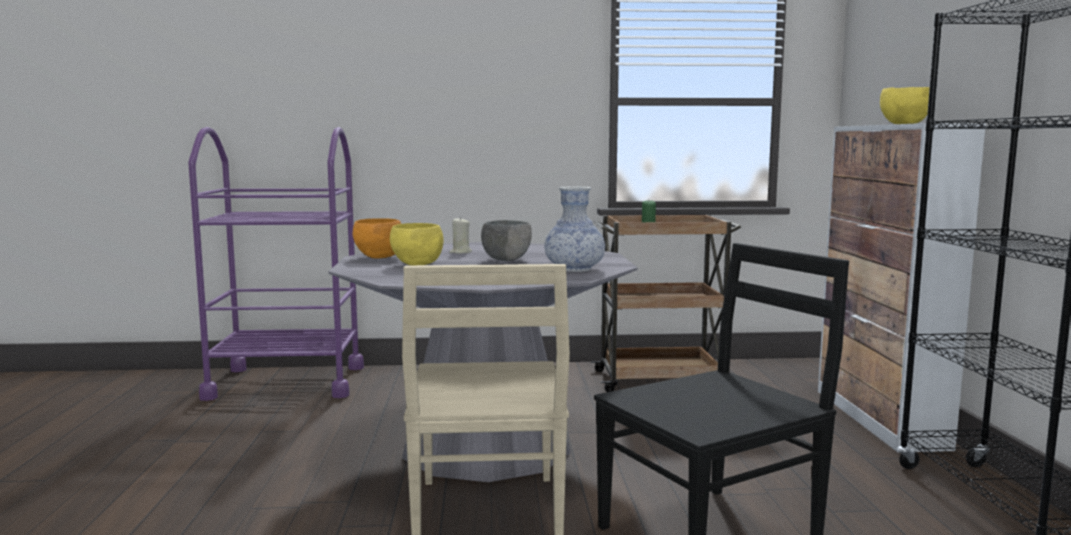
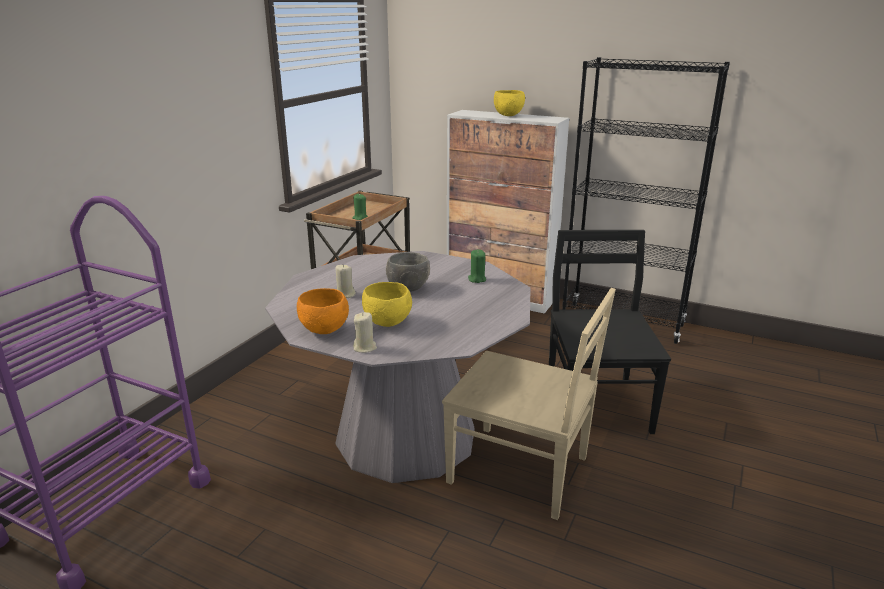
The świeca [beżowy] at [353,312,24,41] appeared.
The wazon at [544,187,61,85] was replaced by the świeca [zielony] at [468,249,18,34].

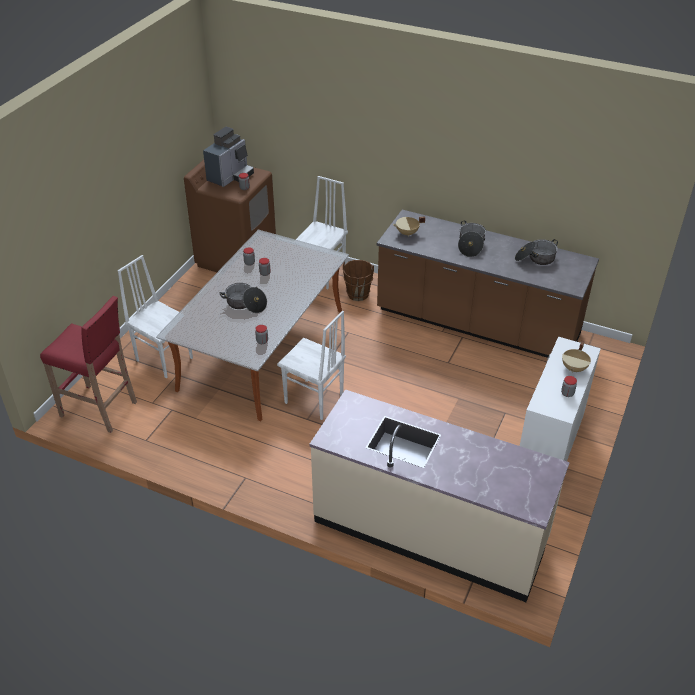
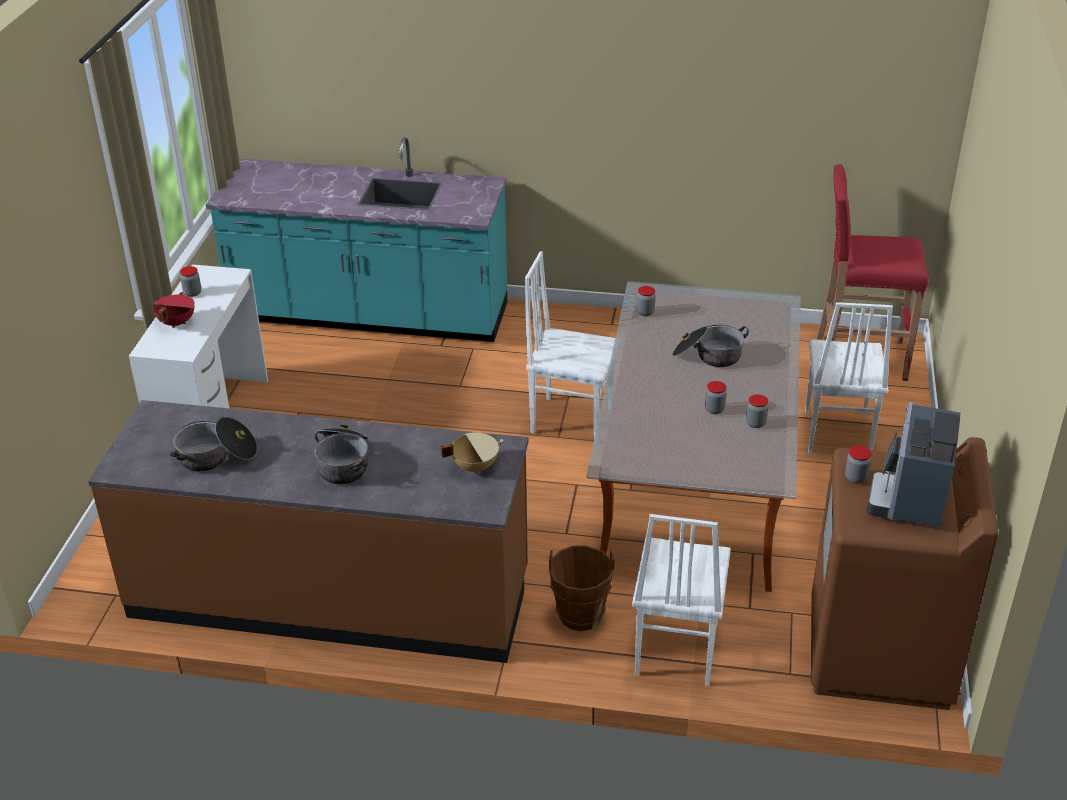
The zabudowa kuchenna [beżowy] at [309,389,261,213] became the zabudowa kuchenna [turkusowy] at [206,137,301,205].
The garnek [beżowy] at [562,341,29,32] became the garnek [czerwony] at [153,292,42,36].
The krzesło [biały] at [118,255,75,123] turned 75 degrees clockwise.

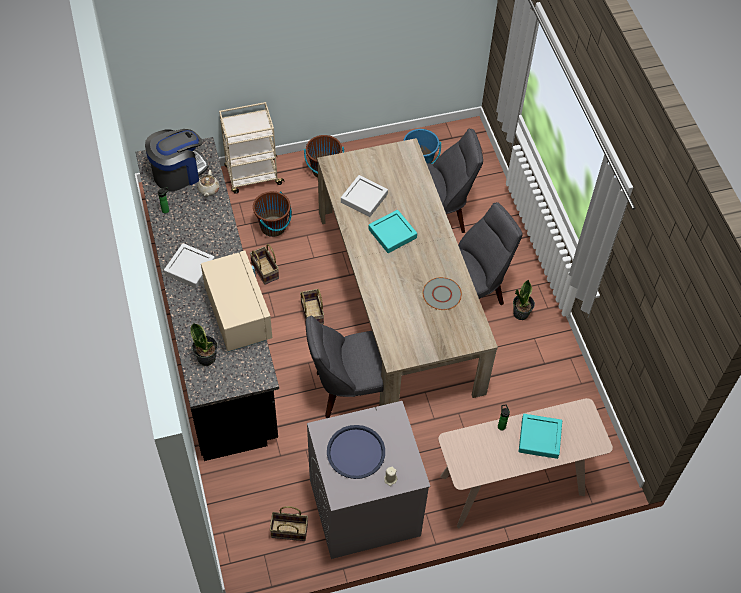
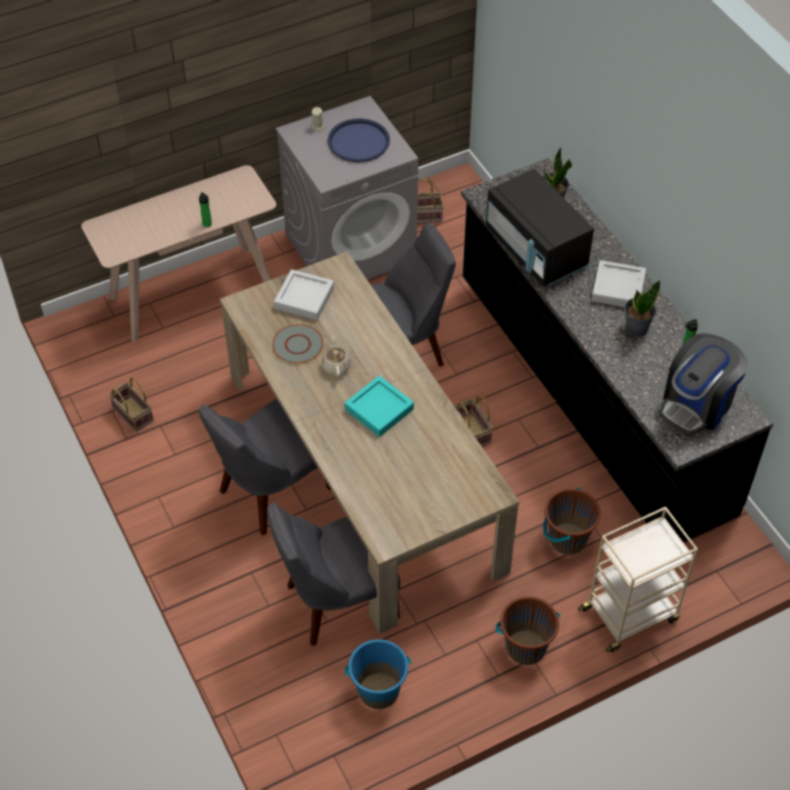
The taca [turkusowy] at [519,414,43,45] disappeared.
The imbryk [beżowy] moved from [197,170,22,27] to [321,336,30,41].
The koszyk moved from [250,244,29,41] to [109,377,45,55].
The taca [szary] moved from [341,175,47,42] to [274,269,60,51].
The roślina doniczkowa moved from [513,280,22,40] to [625,280,35,56].
The mikrofalówka [beżowy] at [201,250,71,102] became the mikrofalówka [czarny] at [486,169,108,118].

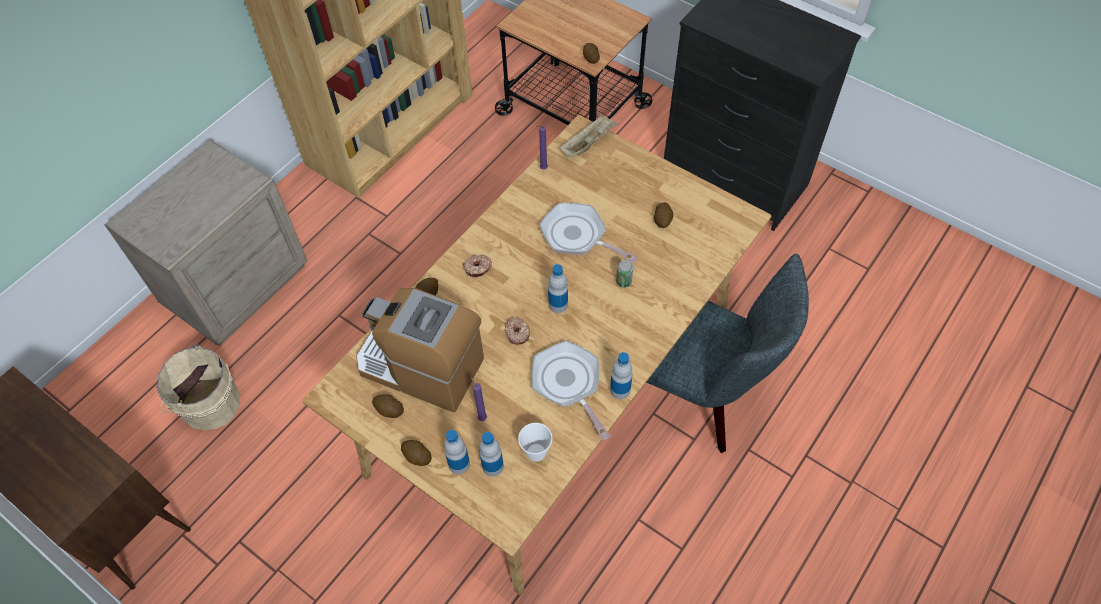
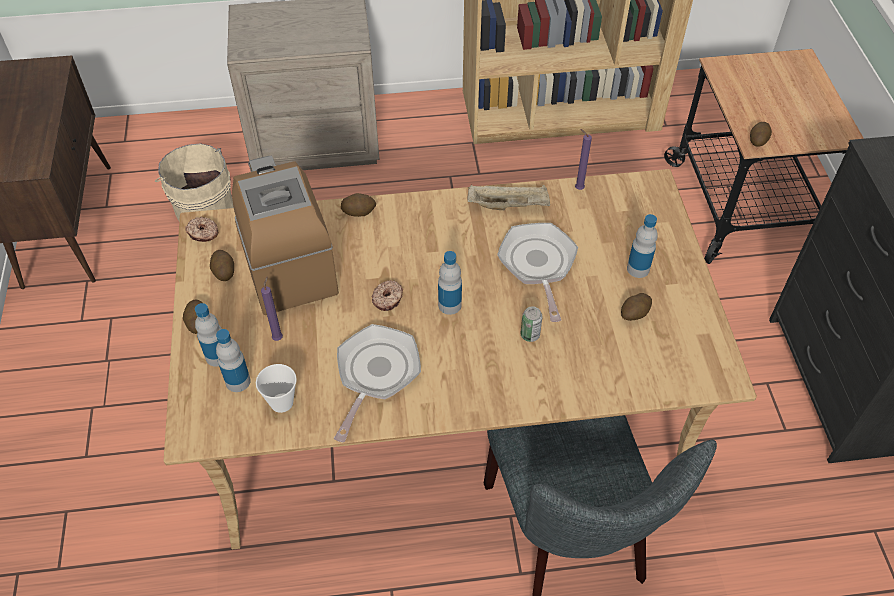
The donut moved from [463,254,29,23] to [185,217,33,25].
The taca [beżowy] moved from [560,114,58,44] to [467,185,83,25].
The butelka moved from [610,352,22,47] to [627,214,31,64].

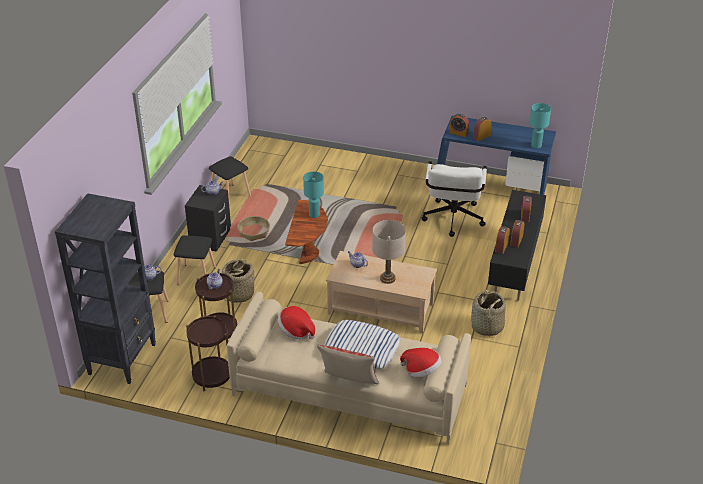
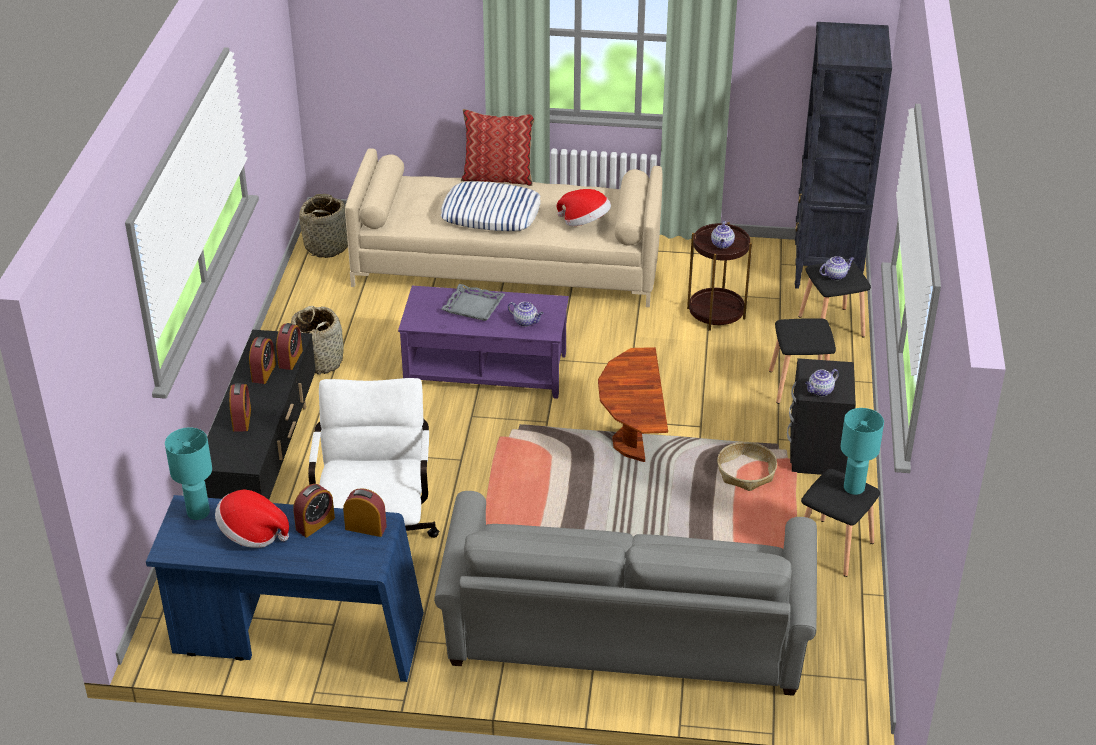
The stolik [brązowy] at [186,315,44,76] disappeared.
The kanapa [szary] at [434,491,383,205] appeared.
The koszyk moved from [222,259,32,44] to [299,194,49,64].
The lampa stołowa [turkusowy] moved from [303,171,21,47] to [841,408,43,87].
The kapelusz moved from [400,348,41,29] to [215,489,74,59].
The lampa stołowa [beżowy] at [372,220,34,64] was replaced by the taca [szary] at [441,284,64,37].
The ława [beżowy] at [326,251,111,83] became the ława [fioletowy] at [398,286,171,113].

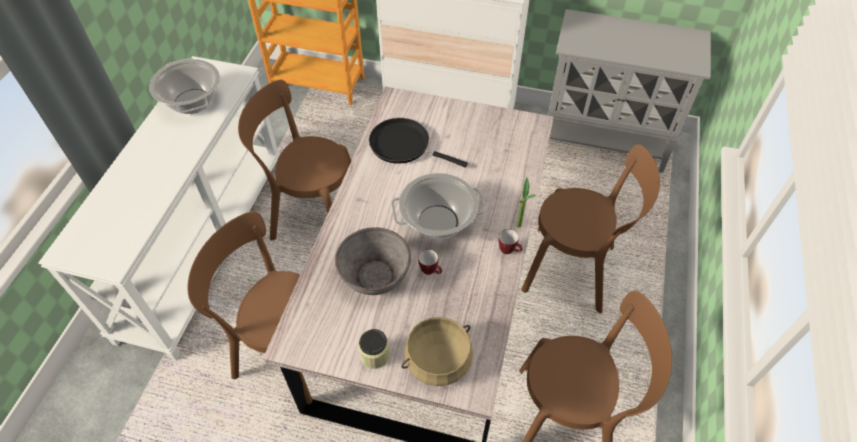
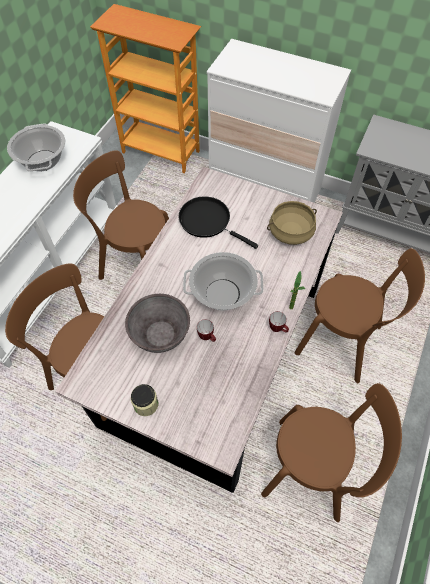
The garnek [beżowy] moved from [401,317,72,69] to [267,201,50,44].

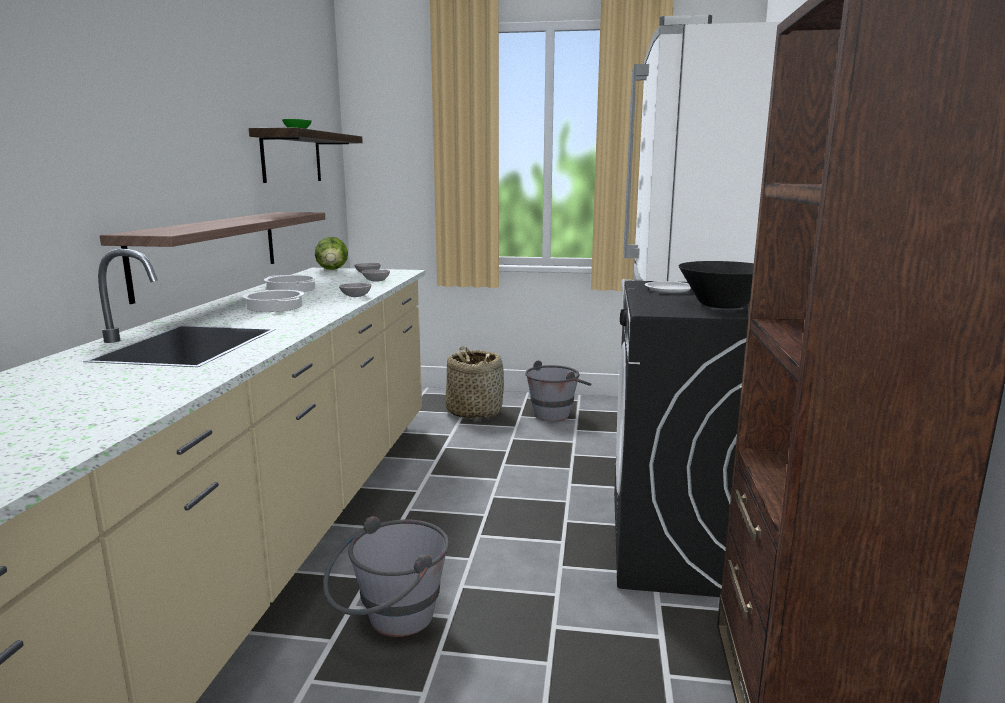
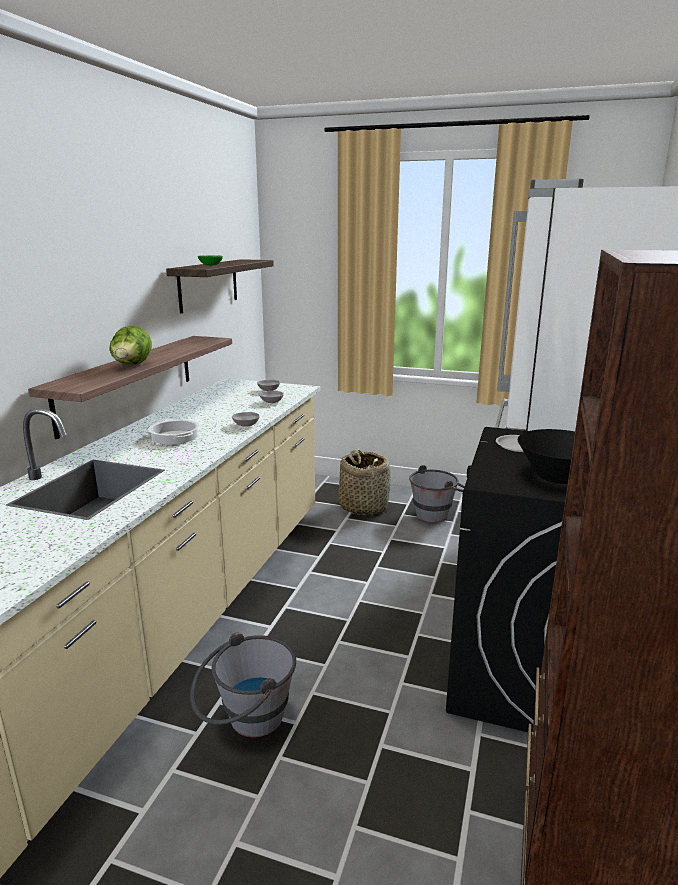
The garnek at [264,275,53,17] disappeared.
The sałata moved from [315,237,33,33] to [109,326,43,39].

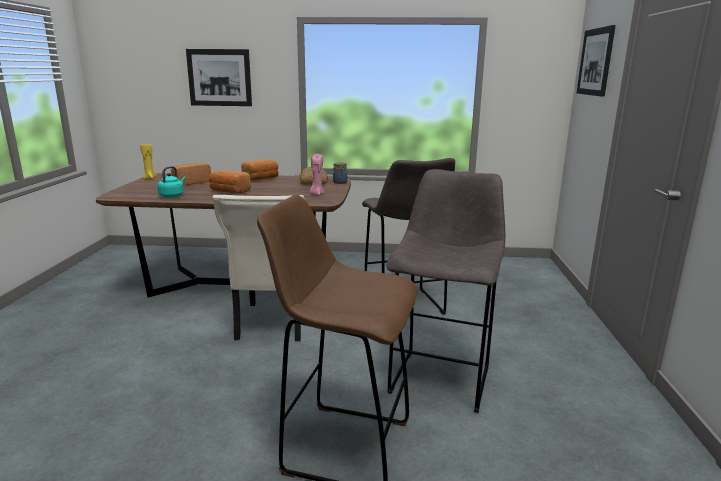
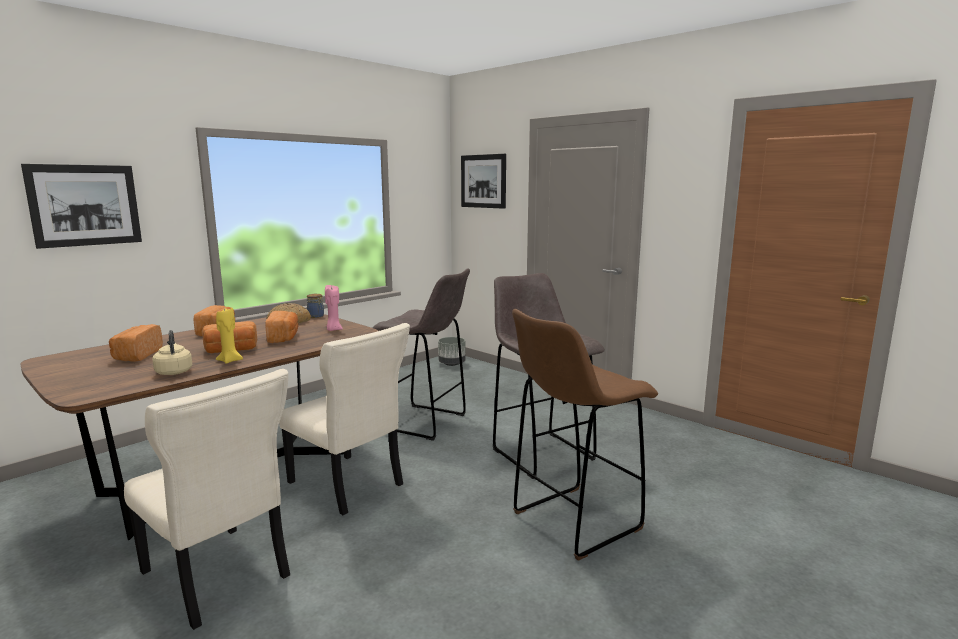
The krzesło [beżowy] at [124,369,166,261] appeared.
The chleb at [266,311,32,32] appeared.
The donica [szary] at [438,337,28,29] appeared.
The świeca [żółty] moved from [140,143,17,36] to [216,308,27,56].
The czajnik [turkusowy] at [157,166,29,32] became the czajnik [beżowy] at [152,330,40,45].

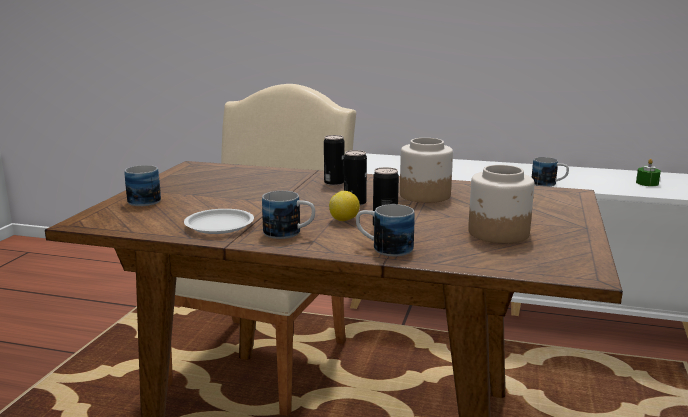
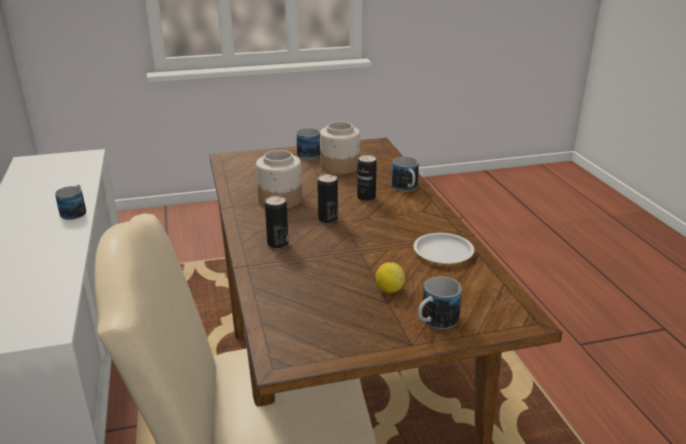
The świeca [zielony] at [636,159,25,27] disappeared.
The kubek moved from [262,191,53,48] to [297,127,23,32].
The cytryna moved from [329,191,31,30] to [376,262,29,31].

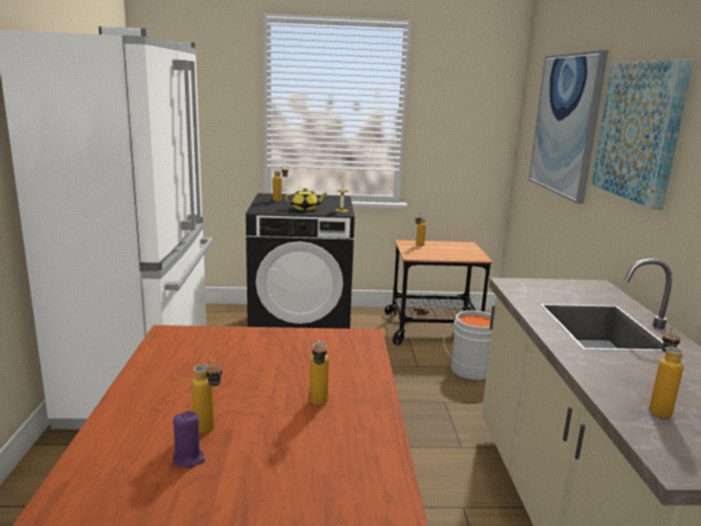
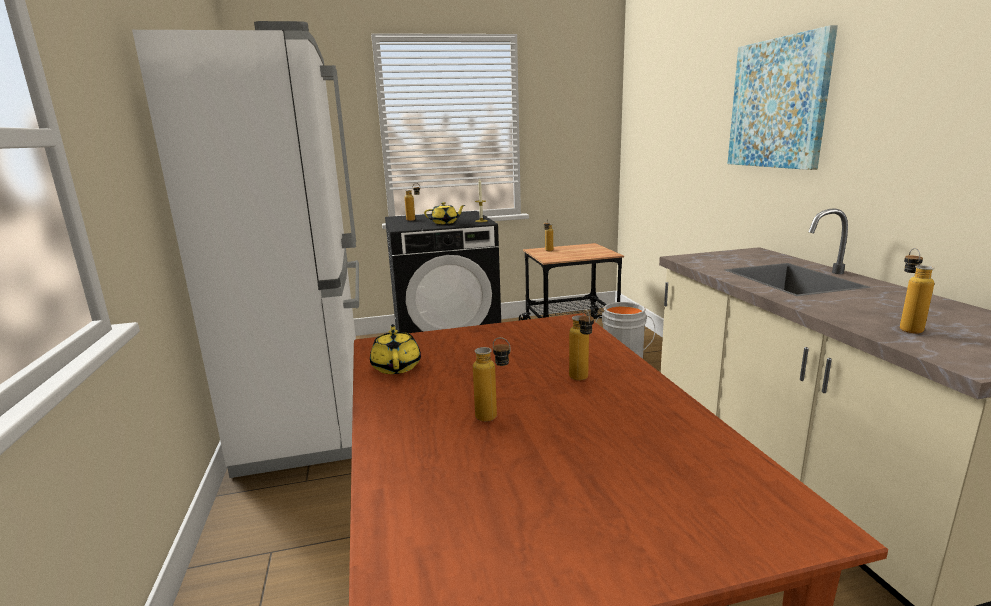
The świeca [fioletowy] at [173,411,32,58] disappeared.
The obraz at [529,50,79,154] disappeared.
The imbryk [żółty] at [370,324,51,50] appeared.

